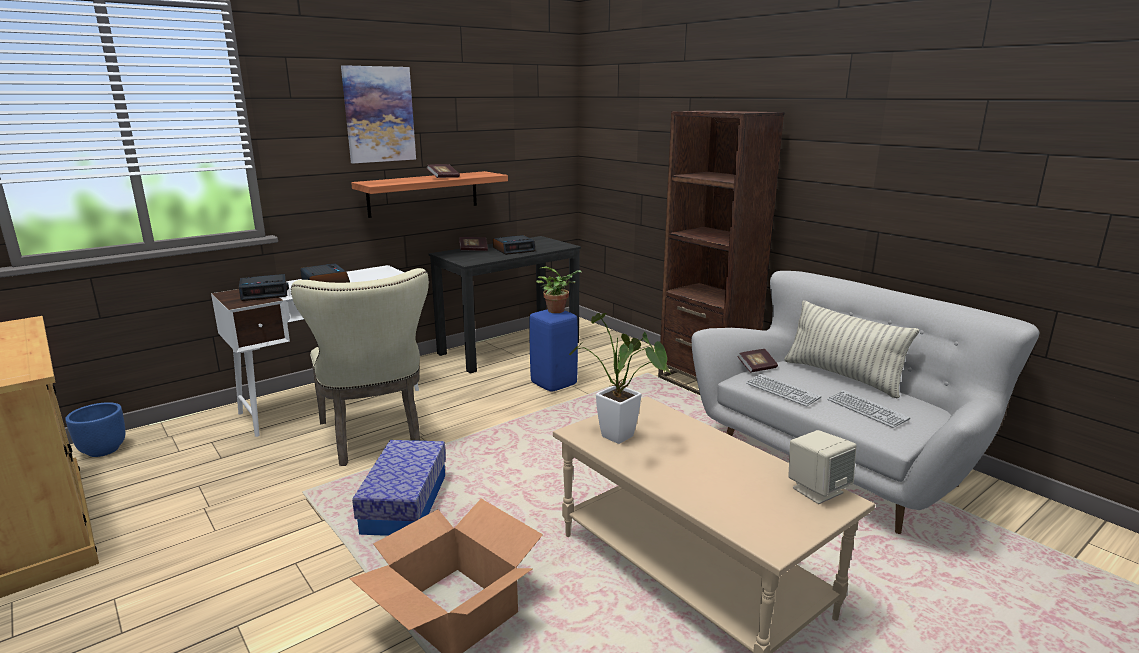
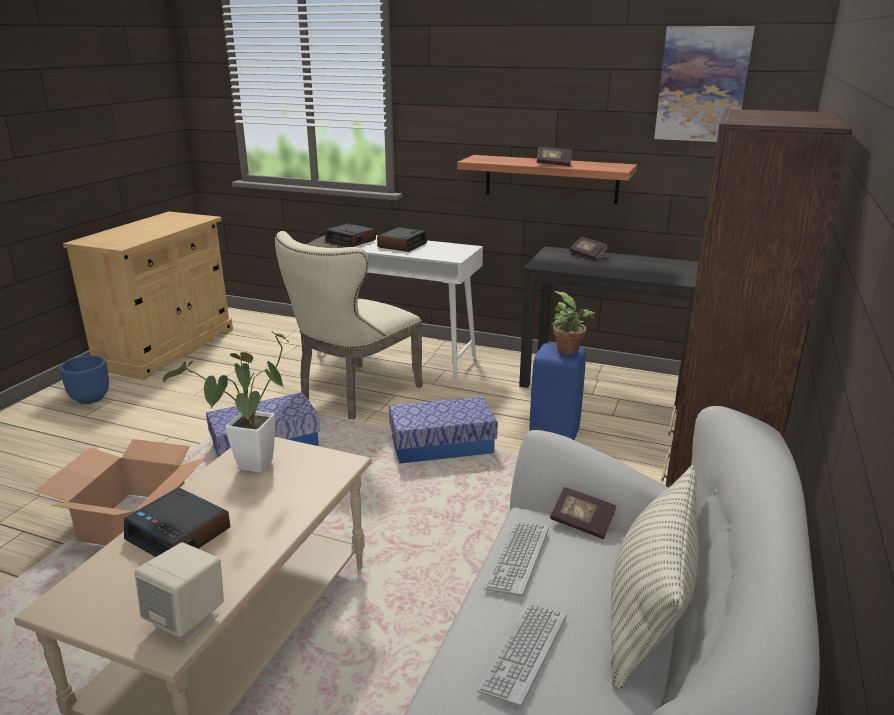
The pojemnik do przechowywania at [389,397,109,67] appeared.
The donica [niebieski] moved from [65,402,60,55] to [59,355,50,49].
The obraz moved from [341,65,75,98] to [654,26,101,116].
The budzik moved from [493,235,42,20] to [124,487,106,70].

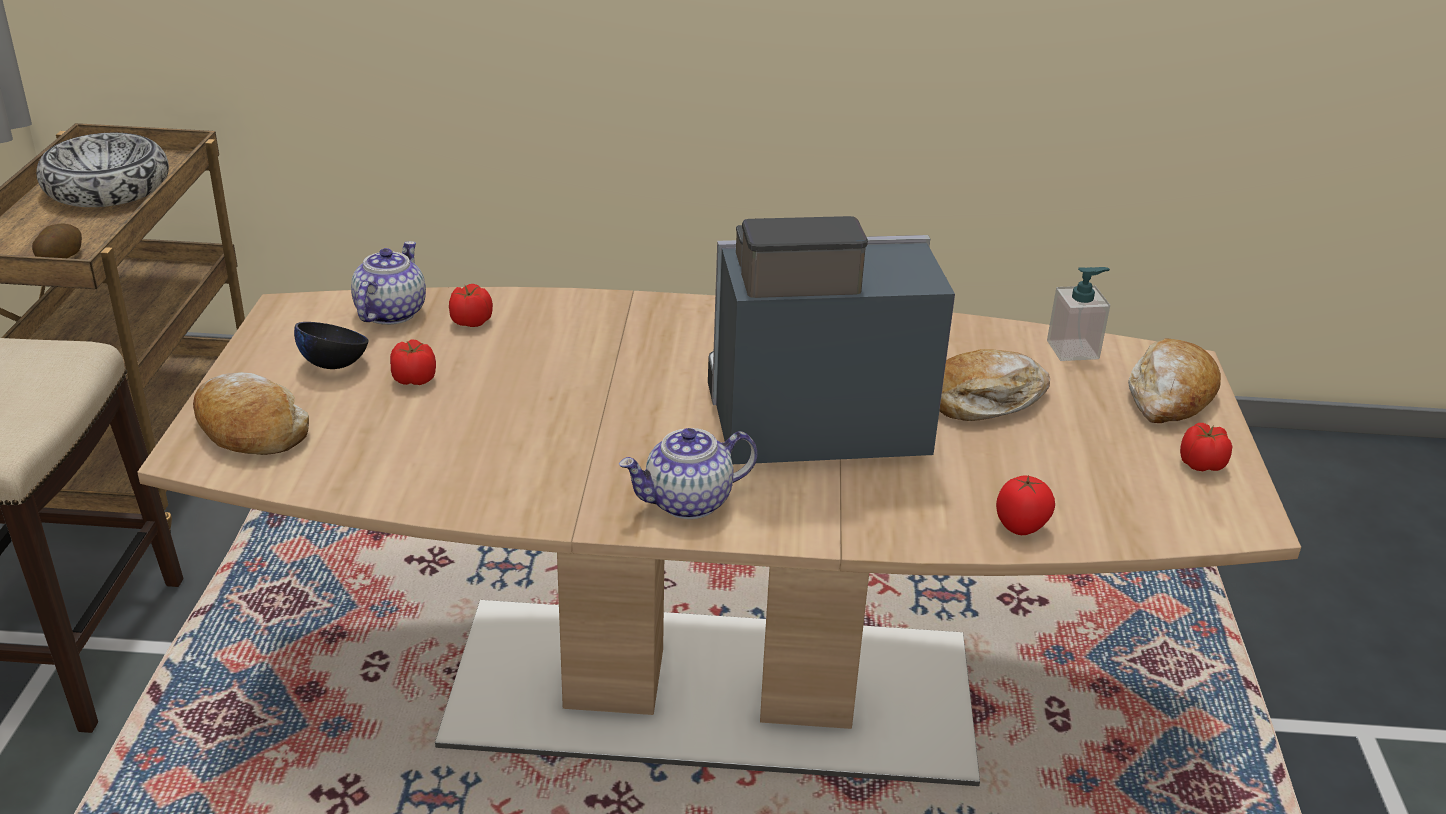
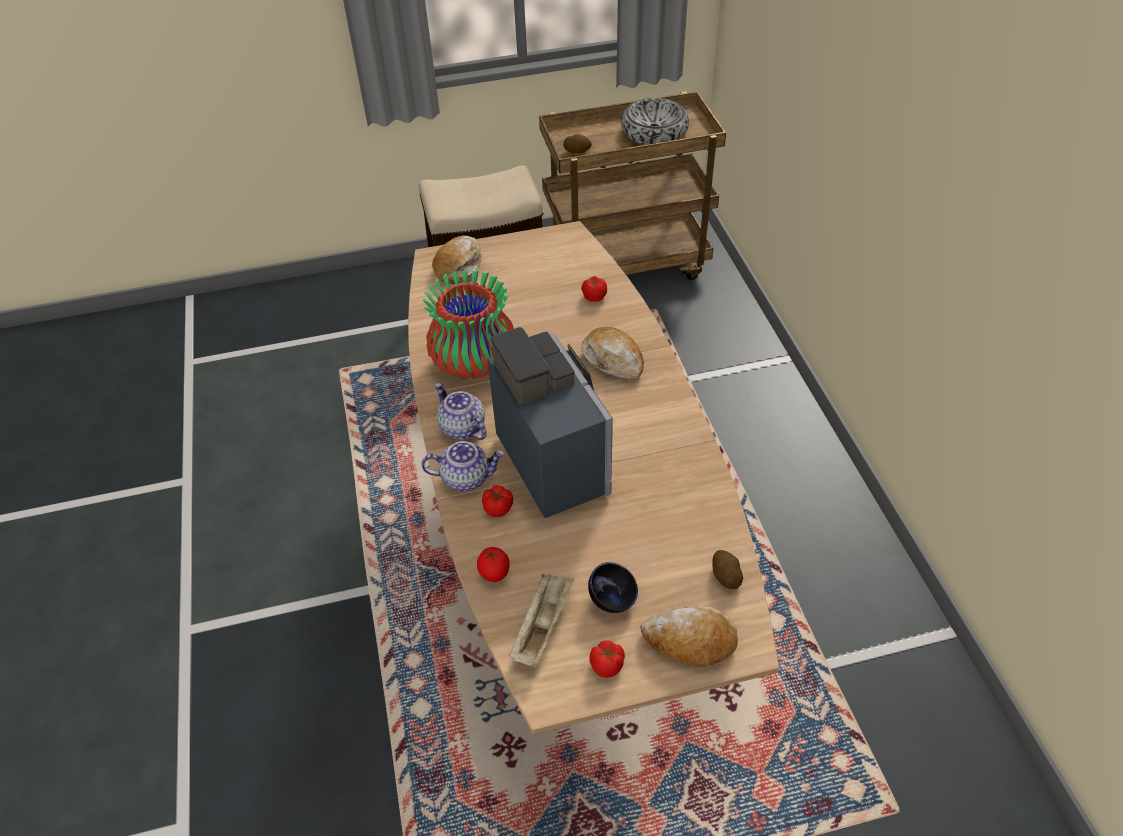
The wazon at [423,269,91,110] appeared.
The taca [beżowy] at [509,573,65,94] appeared.
The miska [czarny] moved from [294,322,74,47] to [588,562,50,51].
The imbryk moved from [351,241,75,84] to [421,441,83,51].
The pomidor moved from [390,339,46,46] to [482,485,31,32].
The chleb moved from [939,349,111,72] to [581,327,63,53].
The dozownik mydła at [1047,267,63,94] was replaced by the ziemniak at [712,550,31,39].

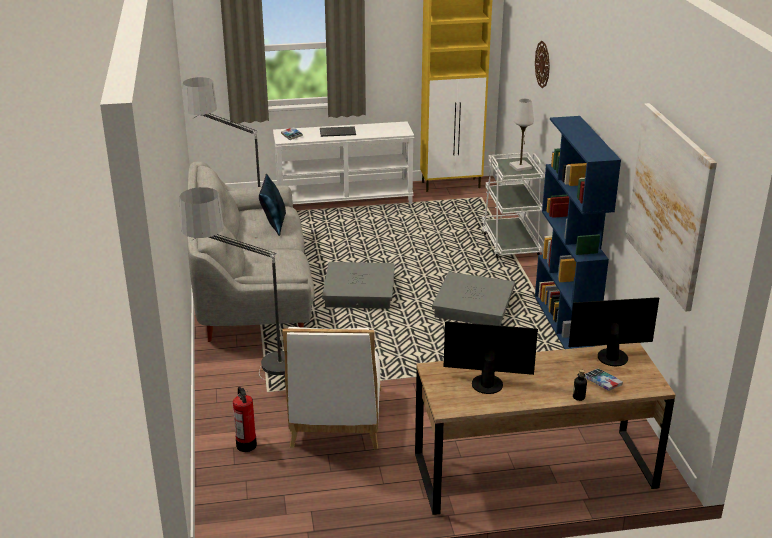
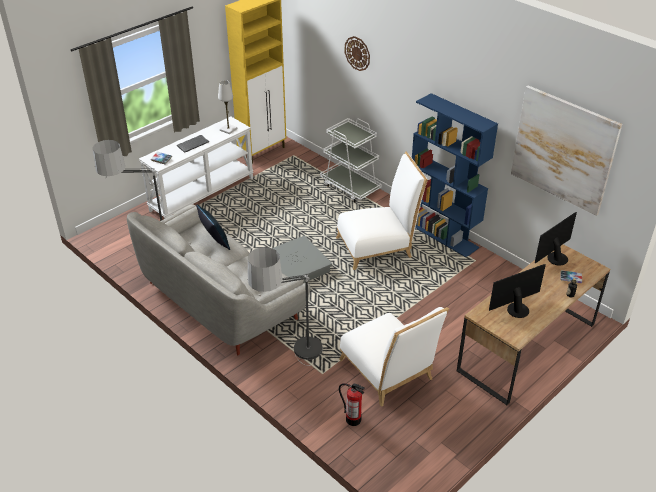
The lampa stołowa [biały] moved from [509,98,25,73] to [218,80,19,54].
The pojemnik do przechowywania [szary] at [432,272,83,54] was replaced by the krzesło [biały] at [336,151,92,119].

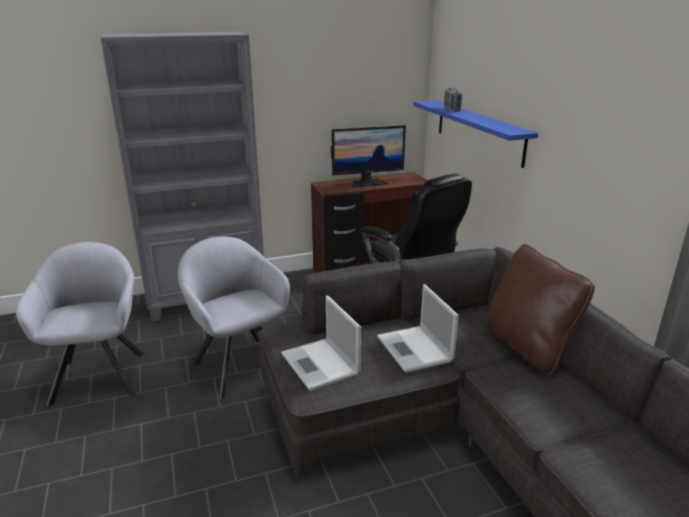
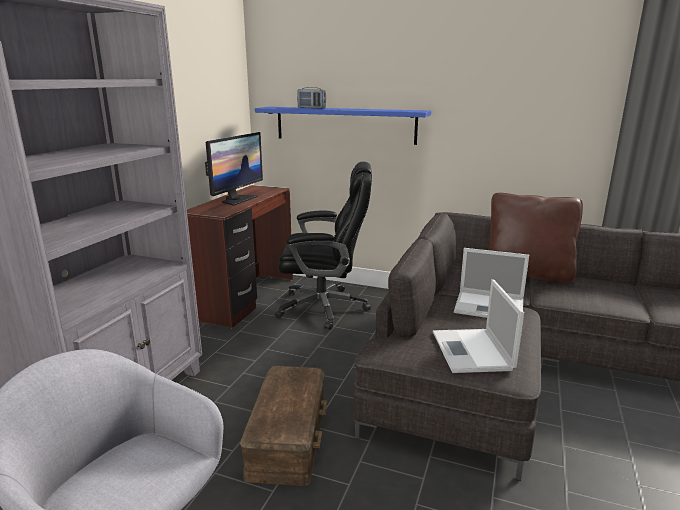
The fotel [szary] at [178,237,112,163] was replaced by the pojemnik do przechowywania [brązowy] at [240,366,87,120].
The laptop at [281,296,80,95] turned 75 degrees clockwise.

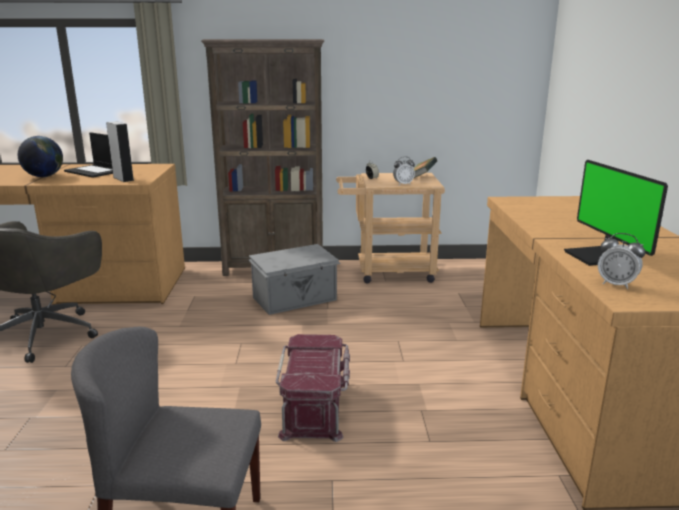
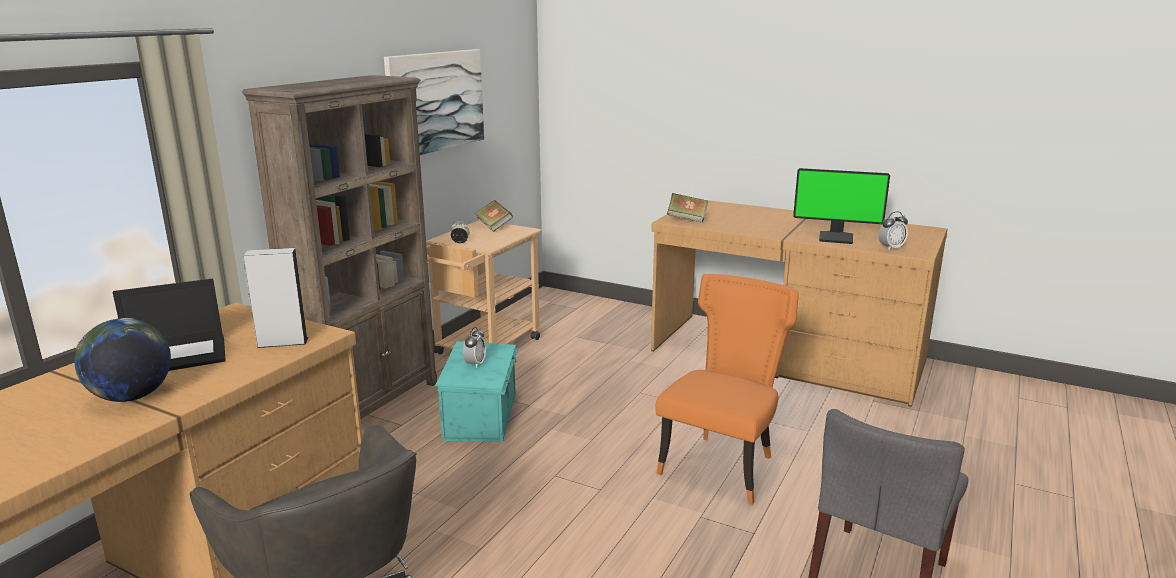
The obraz at [384,49,100,106] appeared.
The książka at [667,193,41,30] appeared.
The budzik moved from [393,157,22,28] to [463,327,23,41].
The pojemnik do przechowywania [czerwony] at [276,334,74,108] was replaced by the krzesło [pomarańczowy] at [656,274,143,231].
The pojemnik do przechowywania [szary] at [248,244,93,71] became the pojemnik do przechowywania [turkusowy] at [436,341,82,101].

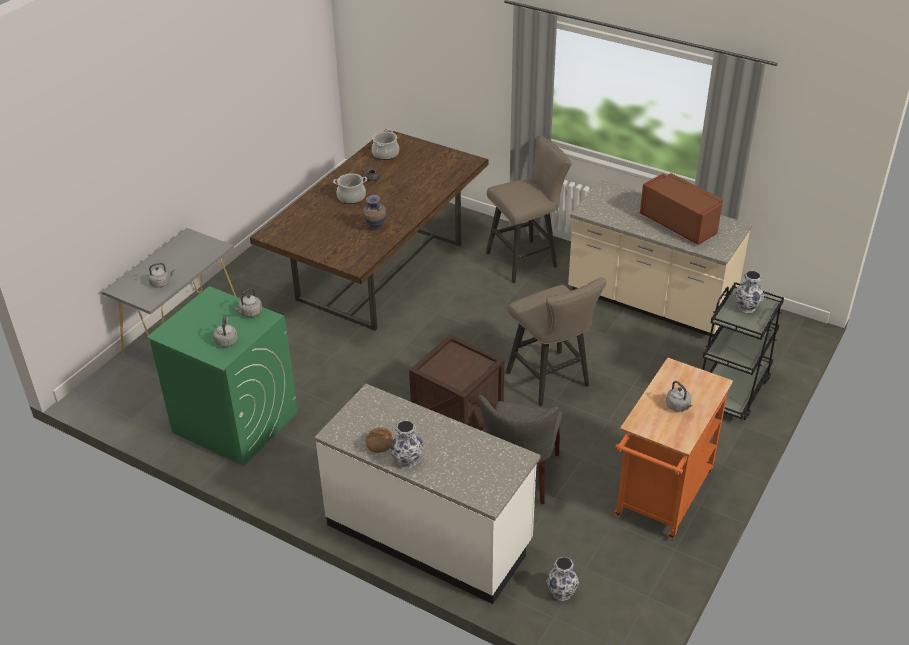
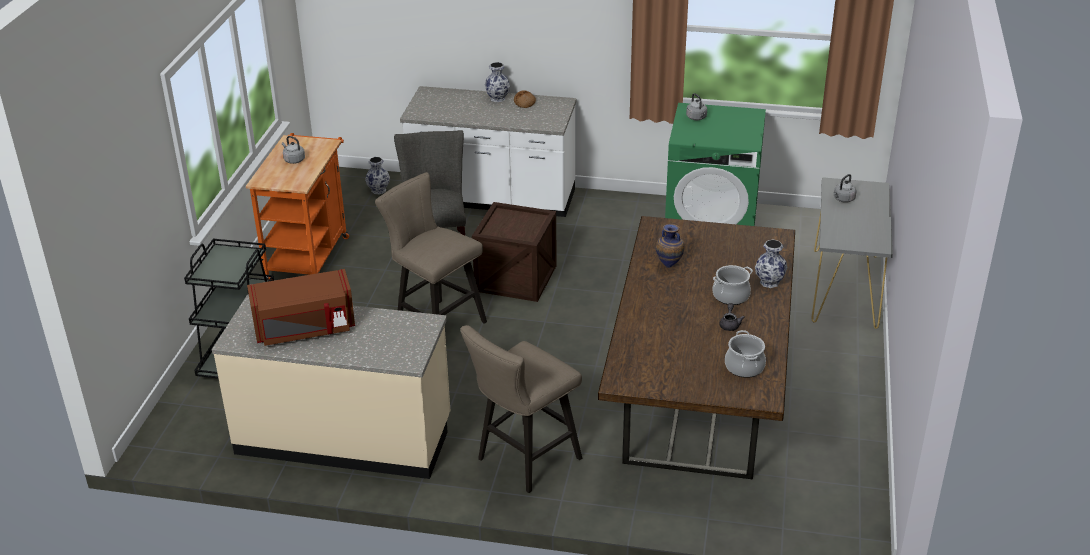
The czajnik [szary] at [234,288,28,29] disappeared.
The wazon moved from [735,271,29,42] to [755,240,32,48].
The mikrofalówka [brązowy] at [640,173,83,72] turned 45 degrees counterclockwise.

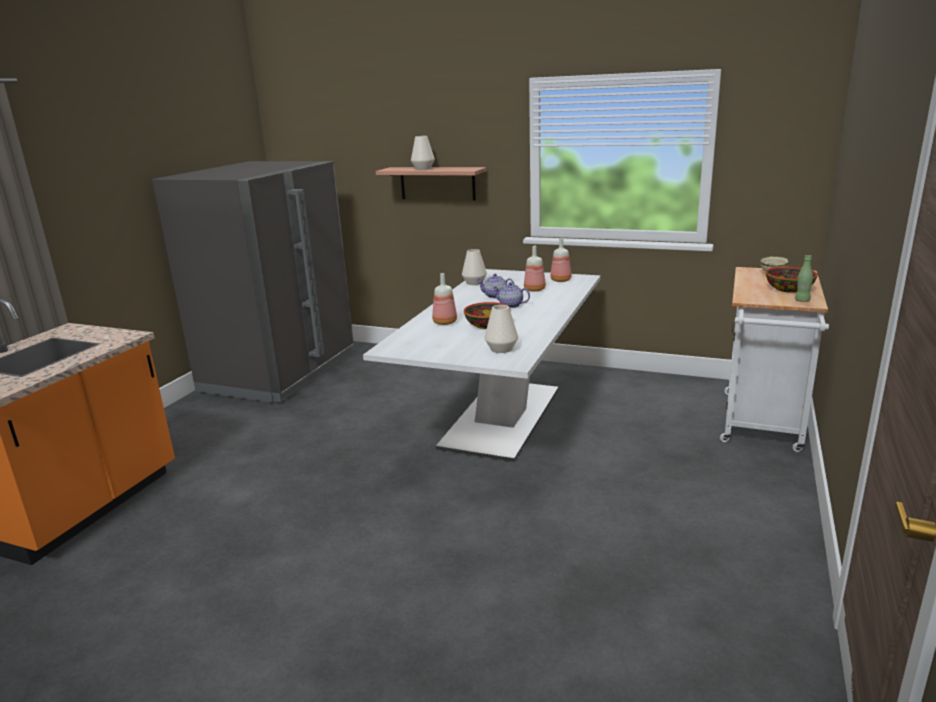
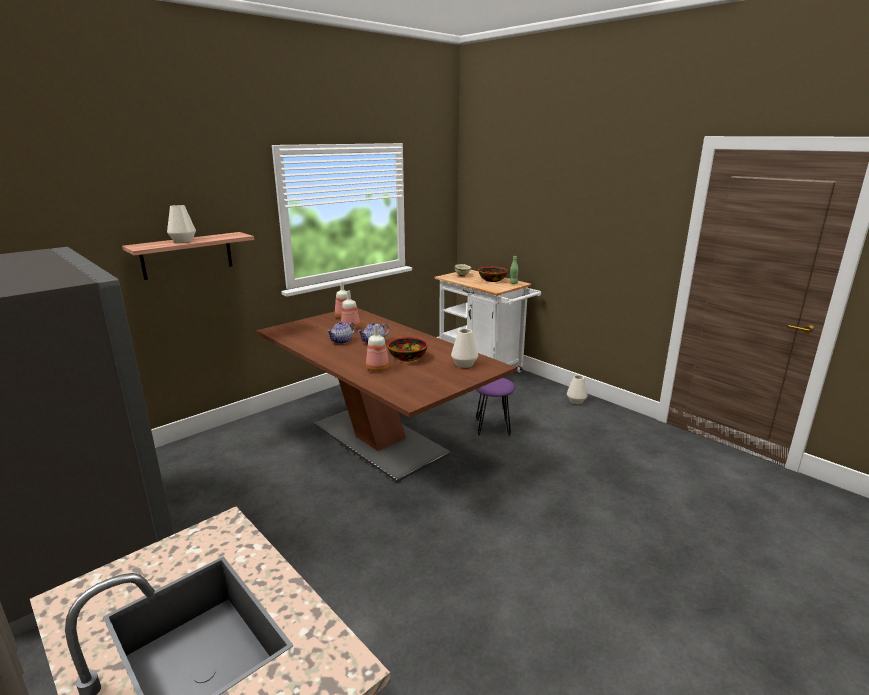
The stołek [fioletowy] at [475,378,40,58] appeared.
The wazon [biały] moved from [462,249,25,36] to [567,375,21,29].
The stół jadalny [biały] at [363,269,238,193] became the stół jadalny [brązowy] at [256,308,261,174].

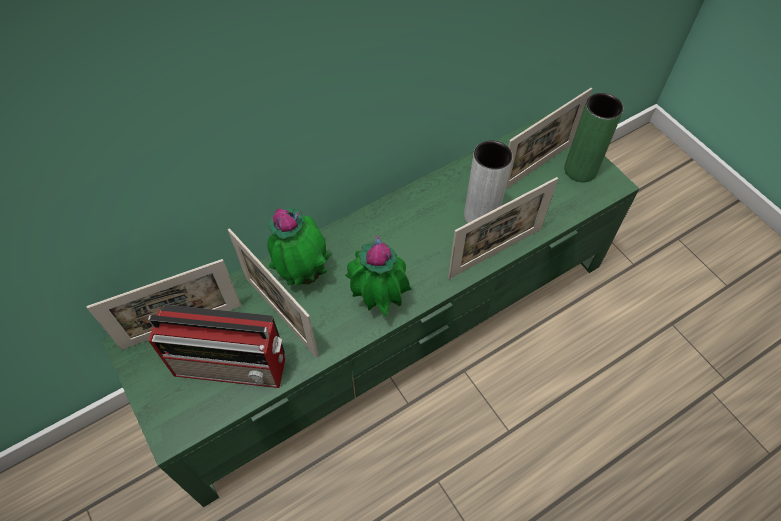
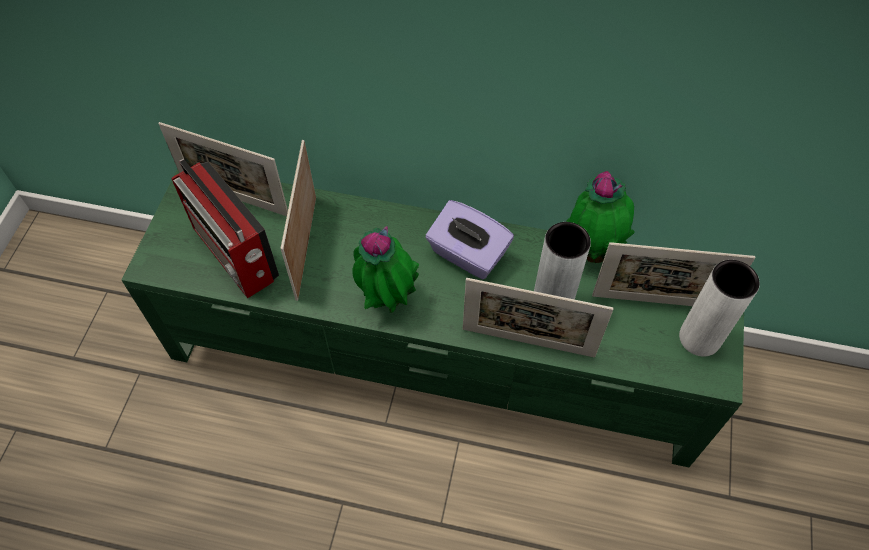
The pudełko chusteczek [fioletowy] at [425,200,89,79] appeared.
The roślina doniczkowa moved from [267,208,64,78] to [567,171,67,92].
The wazon [zielony] at [564,93,59,89] became the wazon [biały] at [679,260,81,96].

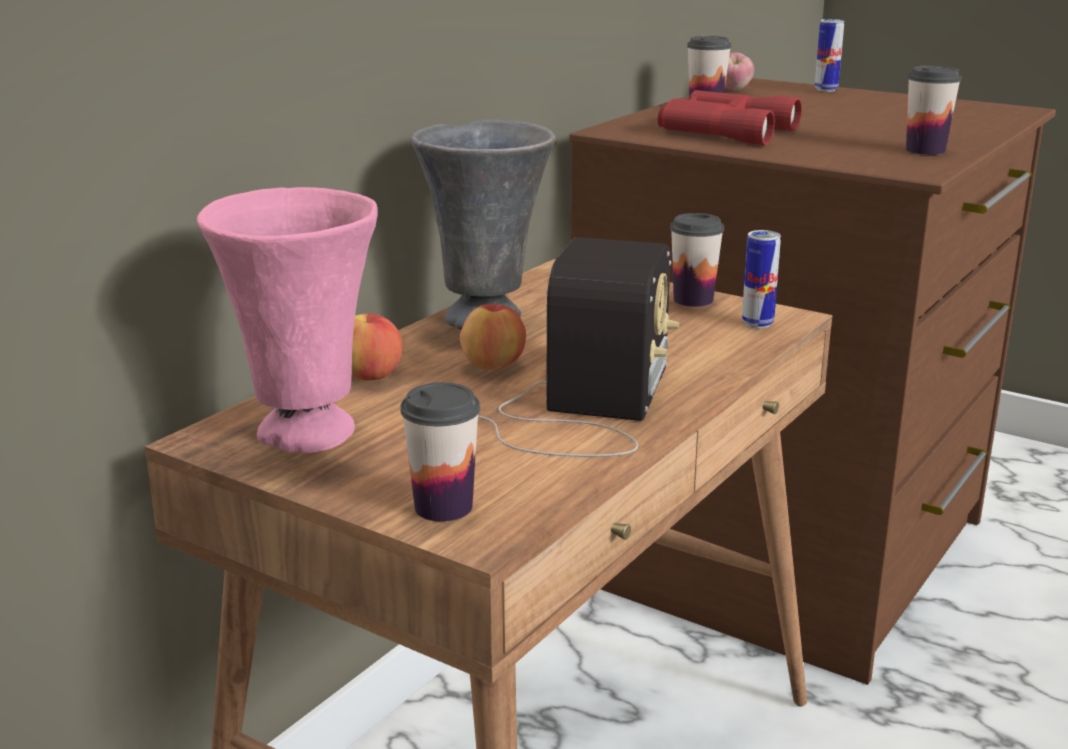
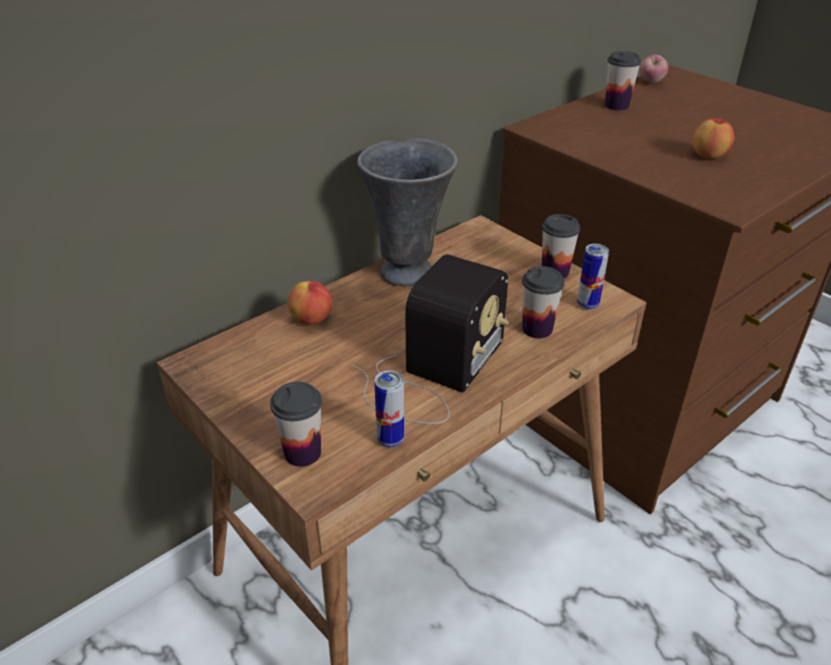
The wazon [różowy] at [197,187,180,266] disappeared.
The lornetka [czerwony] at [658,90,144,55] disappeared.
The jabłko moved from [459,301,67,69] to [692,118,43,41].
The puszka moved from [815,19,29,73] to [375,370,30,77].
The filiżanka moved from [906,66,56,89] to [522,266,43,72].

